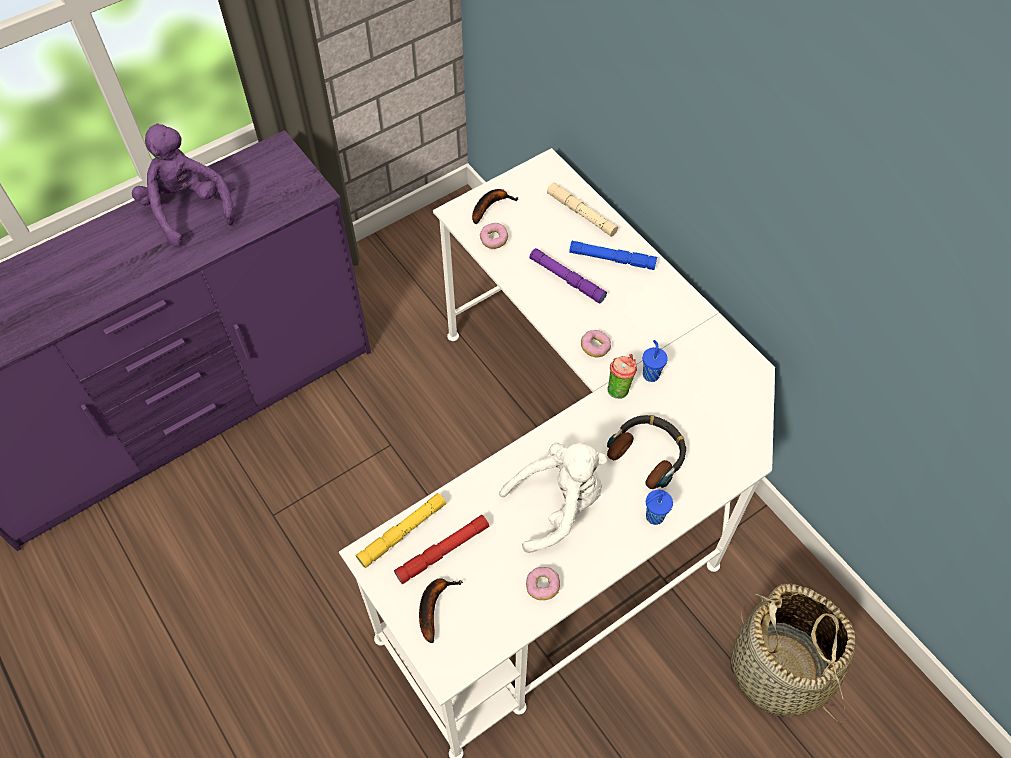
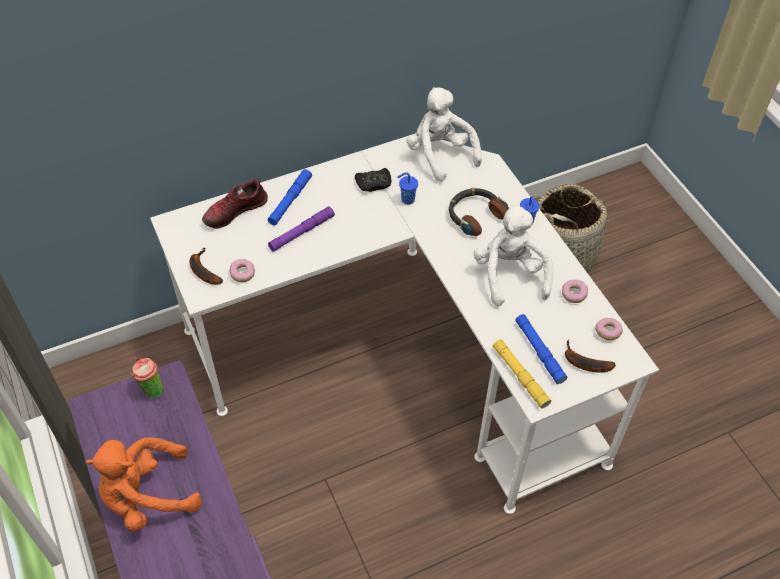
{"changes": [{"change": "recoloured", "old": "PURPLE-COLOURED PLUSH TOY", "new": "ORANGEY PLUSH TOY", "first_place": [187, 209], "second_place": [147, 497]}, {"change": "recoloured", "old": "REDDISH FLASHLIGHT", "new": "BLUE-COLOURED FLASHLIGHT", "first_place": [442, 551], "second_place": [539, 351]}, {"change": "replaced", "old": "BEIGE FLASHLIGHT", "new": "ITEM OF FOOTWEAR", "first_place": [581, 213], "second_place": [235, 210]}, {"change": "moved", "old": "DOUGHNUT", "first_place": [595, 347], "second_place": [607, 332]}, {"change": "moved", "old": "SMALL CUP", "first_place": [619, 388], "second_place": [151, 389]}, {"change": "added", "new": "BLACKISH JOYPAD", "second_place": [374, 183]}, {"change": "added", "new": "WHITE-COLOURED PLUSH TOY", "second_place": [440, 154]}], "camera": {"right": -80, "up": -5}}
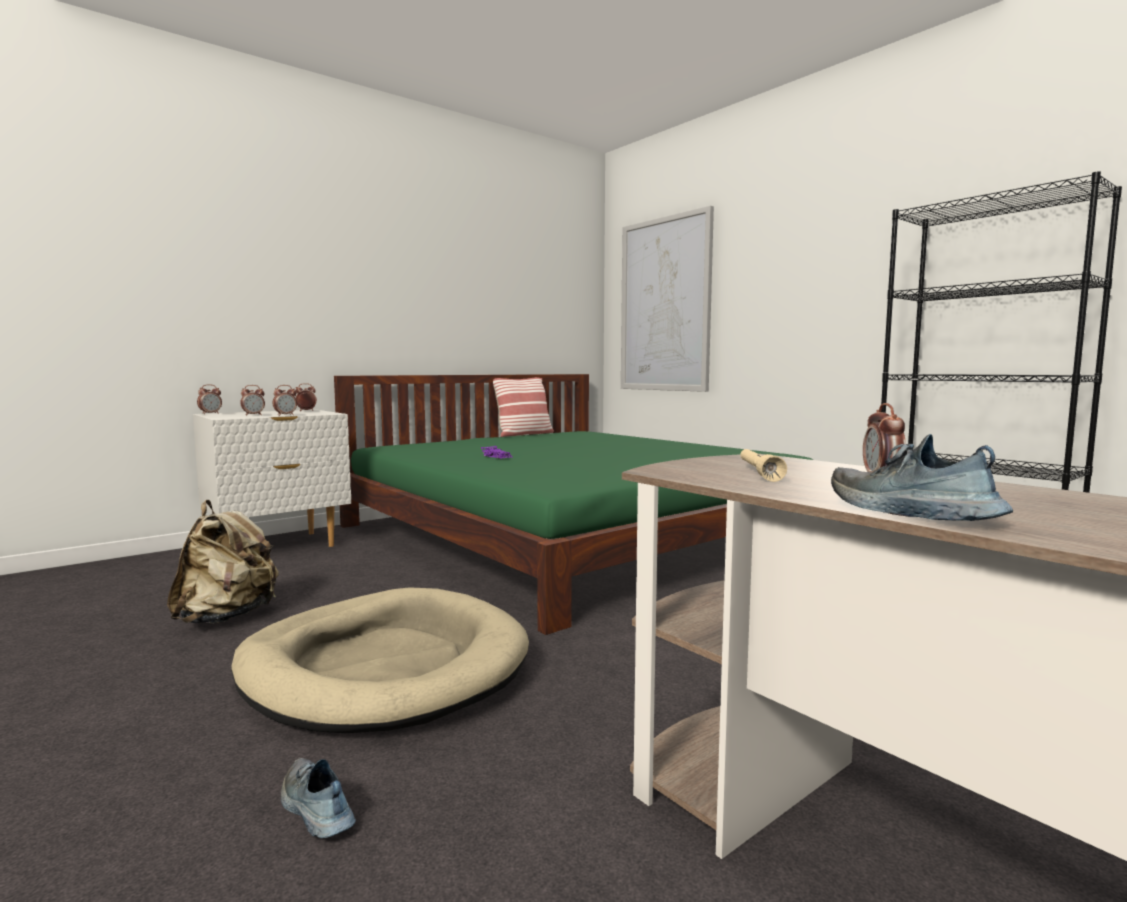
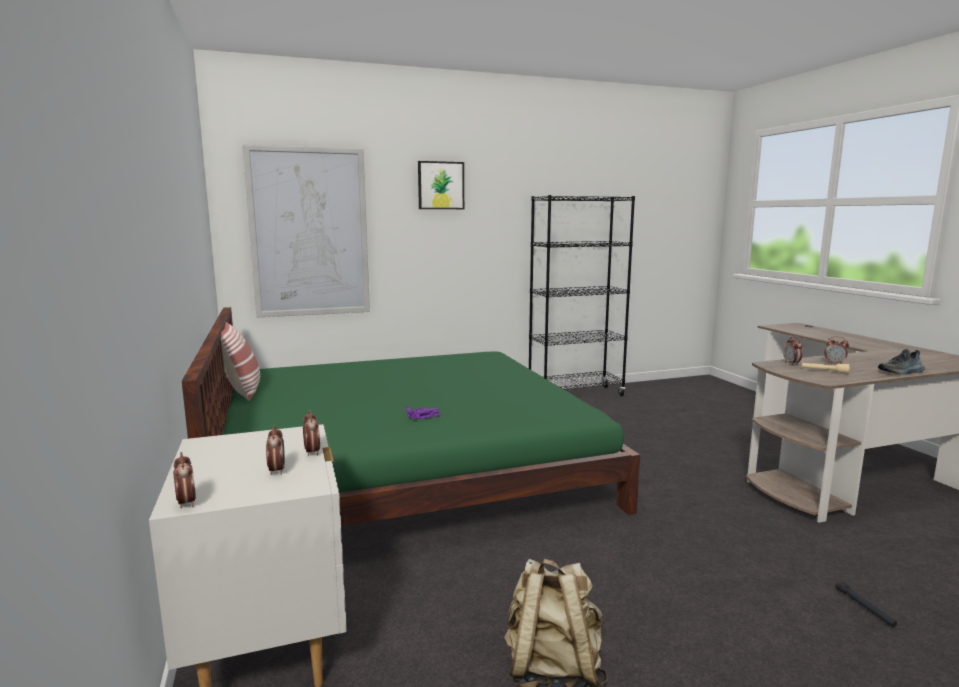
{"changes": [{"change": "removed", "old": "BEIGE DOG CUSHION", "first_place": [384, 667]}, {"change": "replaced", "old": "ITEM OF FOOTWEAR", "new": "BLACKISH FLASHLIGHT", "first_place": [315, 810], "second_place": [864, 608]}, {"change": "moved", "old": "BEDSIDE CLOCK", "first_place": [306, 411], "second_place": [791, 364]}, {"change": "added", "new": "WALL PICTURE", "second_place": [440, 185]}], "camera": {"right": -70, "up": 5}}
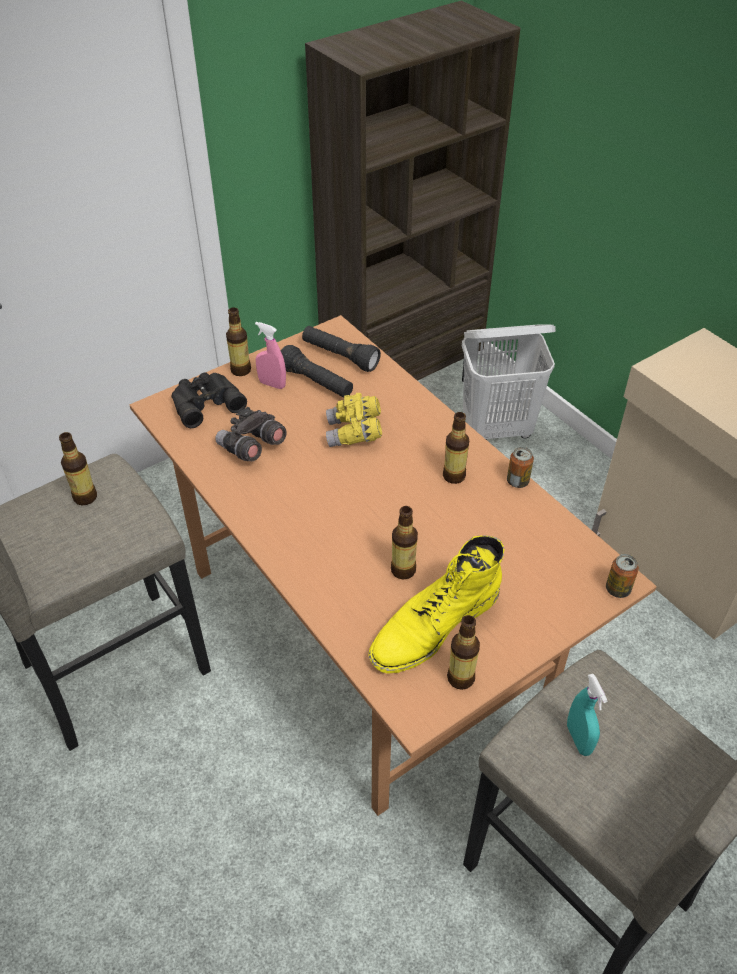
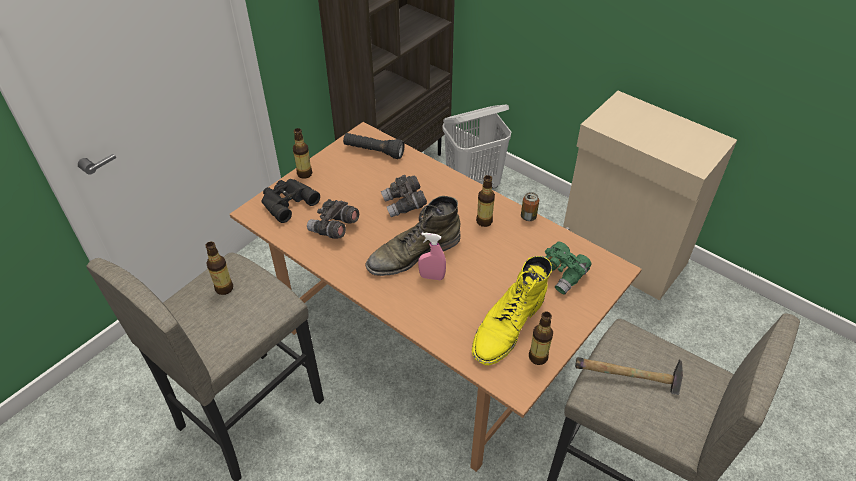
{"changes": [{"change": "moved", "old": "PINK HAND SPRAYER", "first_place": [272, 384], "second_place": [432, 277]}, {"change": "removed", "old": "BLACKISH FLASHLIGHT", "first_place": [316, 383]}, {"change": "recoloured", "old": "YELLOW BINOCULARS", "new": "GRAY BINOCULARS", "first_place": [354, 433], "second_place": [404, 204]}, {"change": "removed", "old": "BOTTLE", "first_place": [403, 570]}, {"change": "replaced", "old": "BLUE-GREEN HAND SPRAYER", "new": "TOOL HAMMER", "first_place": [578, 739], "second_place": [629, 379]}, {"change": "removed", "old": "CAN", "first_place": [617, 589]}, {"change": "added", "new": "GREENISH BOOT", "second_place": [413, 253]}, {"change": "added", "new": "GREENISH BINOCULARS", "second_place": [561, 275]}], "camera": {"right": -15, "up": 0}}
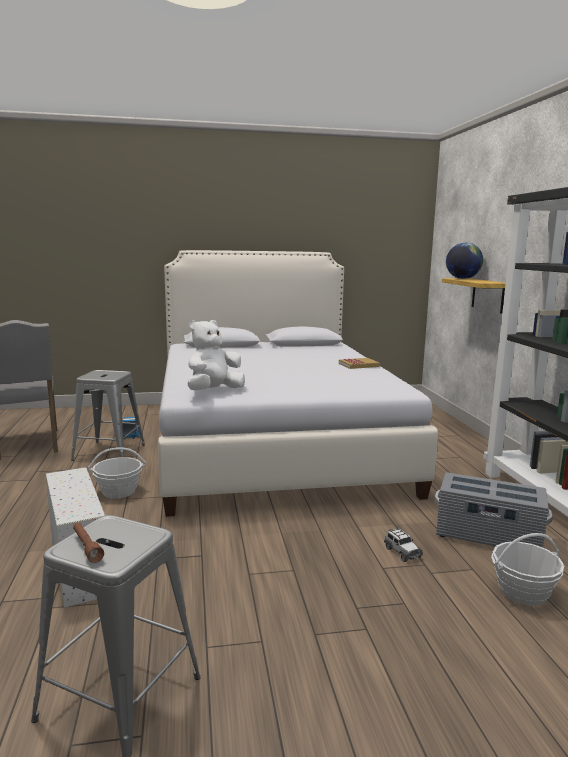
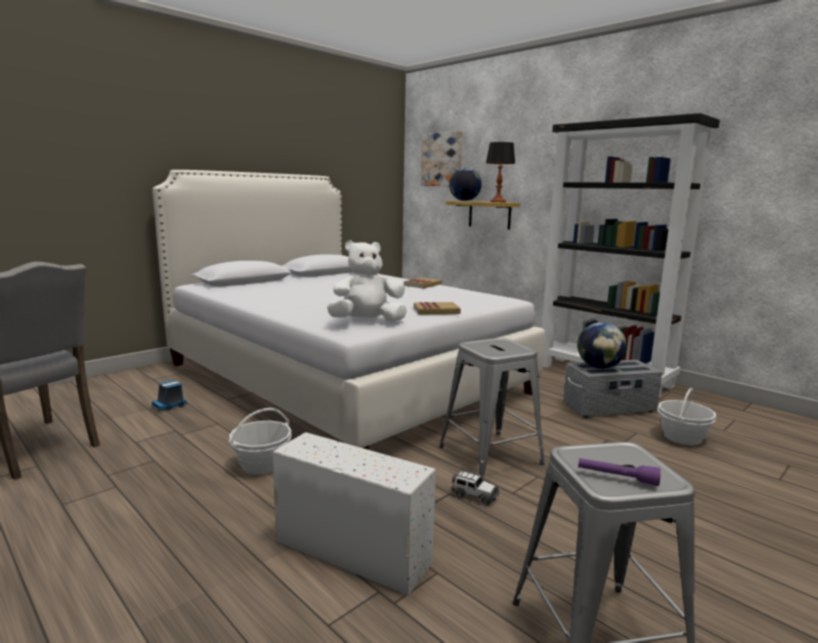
{"changes": [{"change": "moved", "old": "GRAY STOOL SEAT", "first_place": [109, 452], "second_place": [489, 455]}, {"change": "recoloured", "old": "BROWN-COLOURED FLASHLIGHT", "new": "PURPLE-COLOURED FLASHLIGHT", "first_place": [86, 547], "second_place": [616, 477]}, {"change": "turned", "old": "WHITE-COLOURED PLUSH TOY", "first_place": [214, 391], "second_place": [367, 322], "degrees": 60}, {"change": "moved", "old": "MINIATURE CAR", "first_place": [402, 552], "second_place": [474, 495]}, {"change": "added", "new": "VOLUME", "second_place": [436, 310]}, {"change": "added", "new": "WALL PICTURE", "second_place": [442, 159]}, {"change": "added", "new": "LAMP FOR A TABLE", "second_place": [498, 202]}, {"change": "added", "new": "WORLD GLOBE", "second_place": [599, 367]}], "camera": {"right": -35, "up": 0}}
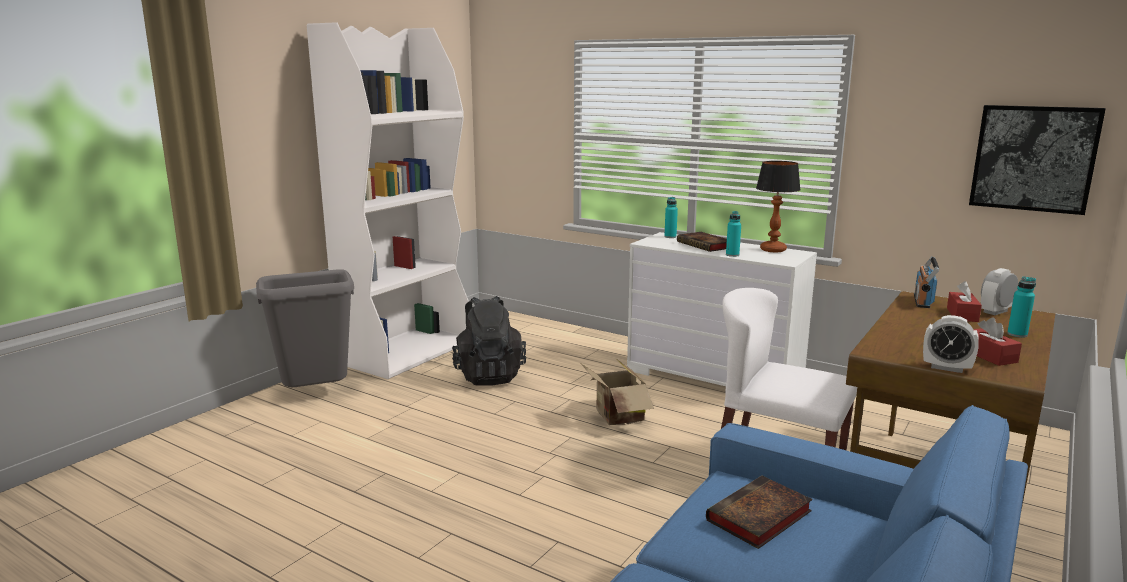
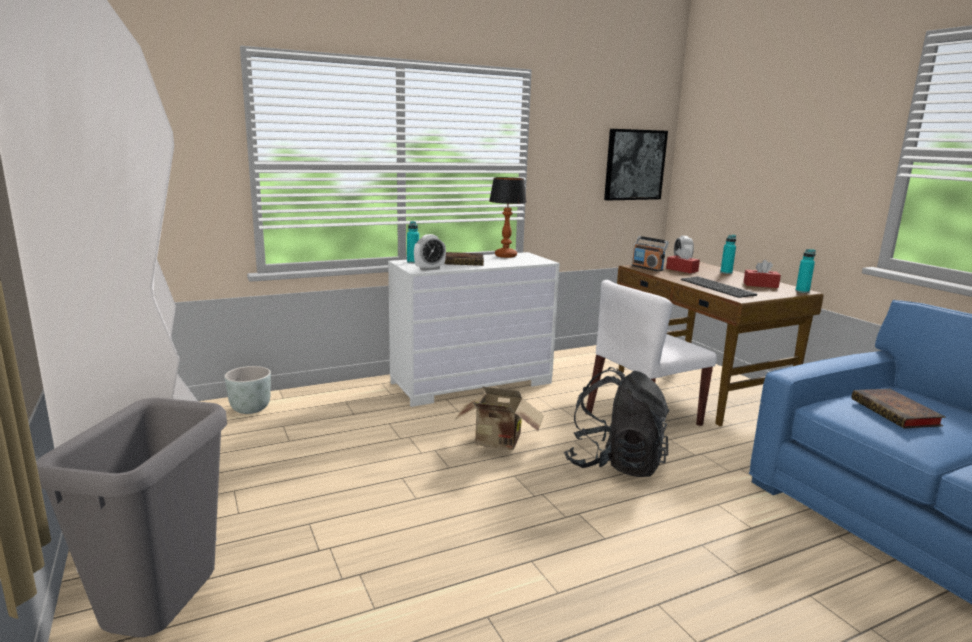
{"changes": [{"change": "moved", "old": "BLACKISH KNAPSACK", "first_place": [489, 375], "second_place": [615, 464]}, {"change": "moved", "old": "BLUE-GREEN BOTTLE", "first_place": [732, 255], "second_place": [802, 291]}, {"change": "moved", "old": "BEDSIDE CLOCK", "first_place": [946, 368], "second_place": [429, 269]}, {"change": "added", "new": "GRAY FLOWER POT", "second_place": [250, 409]}, {"change": "added", "new": "COMPUTER KEYBOARD", "second_place": [718, 287]}], "camera": {"right": -60, "up": 0}}
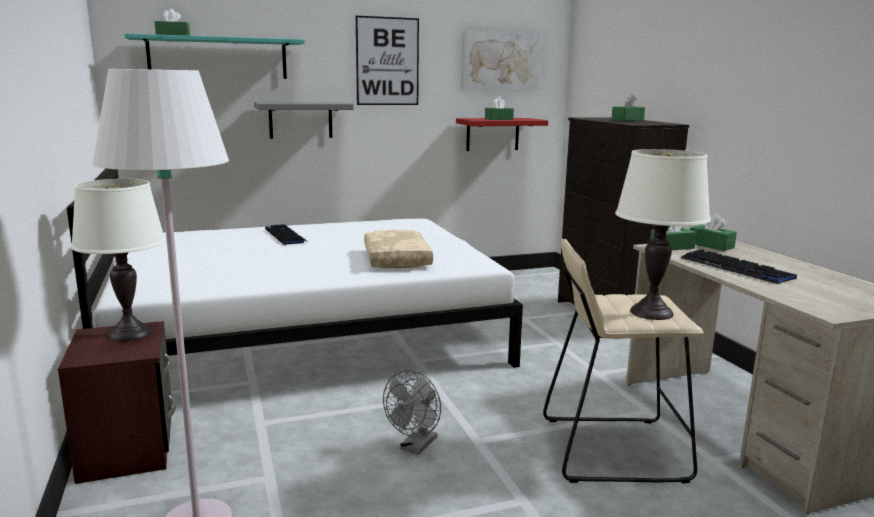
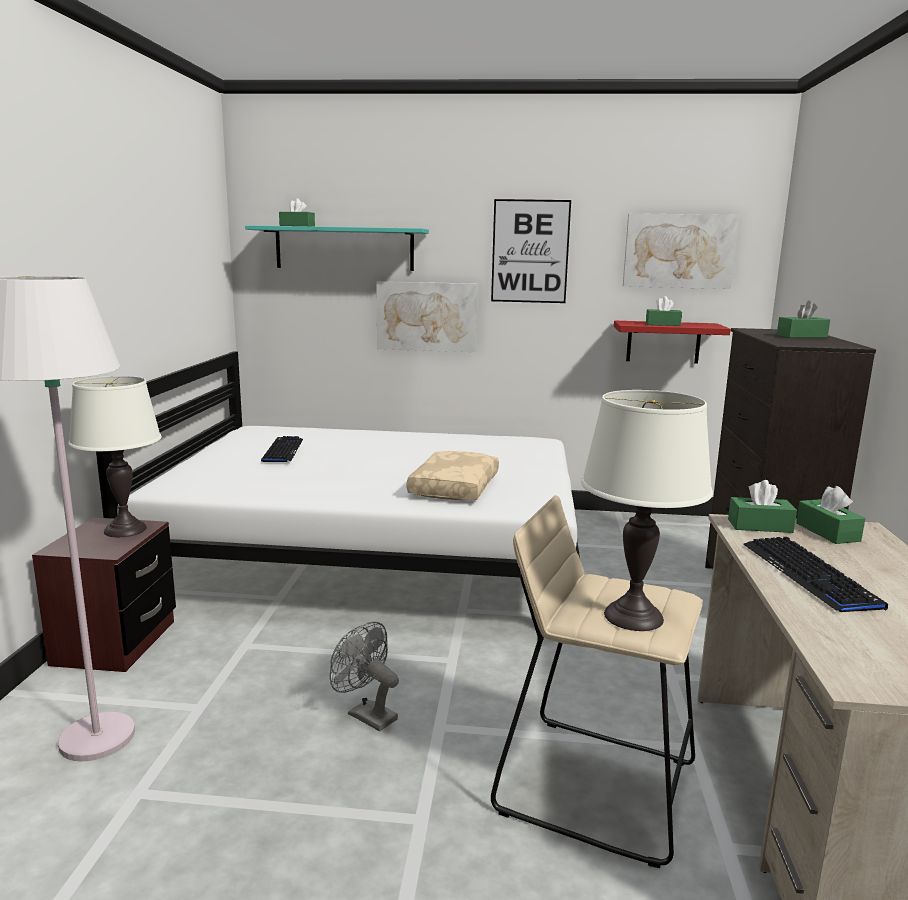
{"changes": [{"change": "replaced", "old": "GRAY SHELF", "new": "WALL PICTURE", "first_place": [300, 120], "second_place": [427, 316]}, {"change": "moved", "old": "COMPUTER KEYBOARD", "first_place": [285, 236], "second_place": [283, 450]}, {"change": "turned", "old": "GRAY COOLING FAN", "first_place": [415, 447], "second_place": [366, 714], "degrees": 75}], "camera": {"right": 25, "up": 0}}
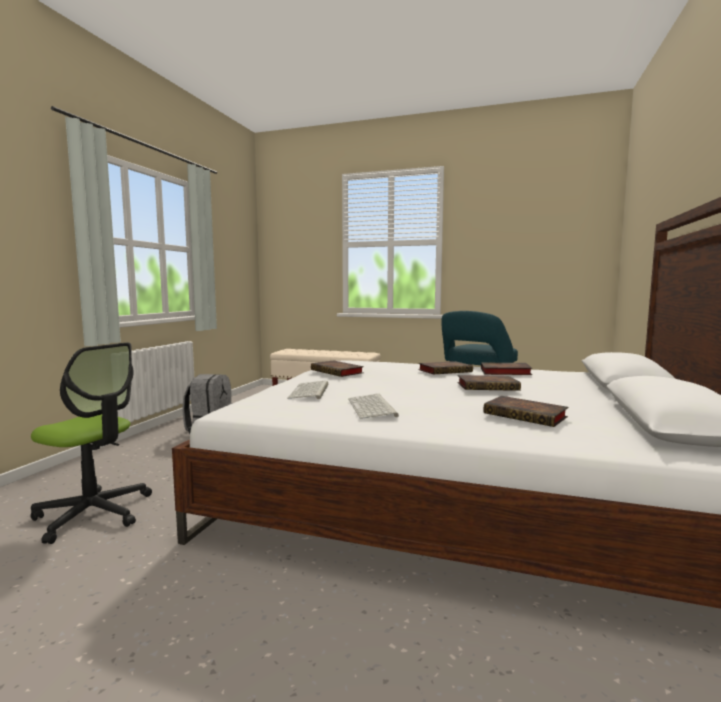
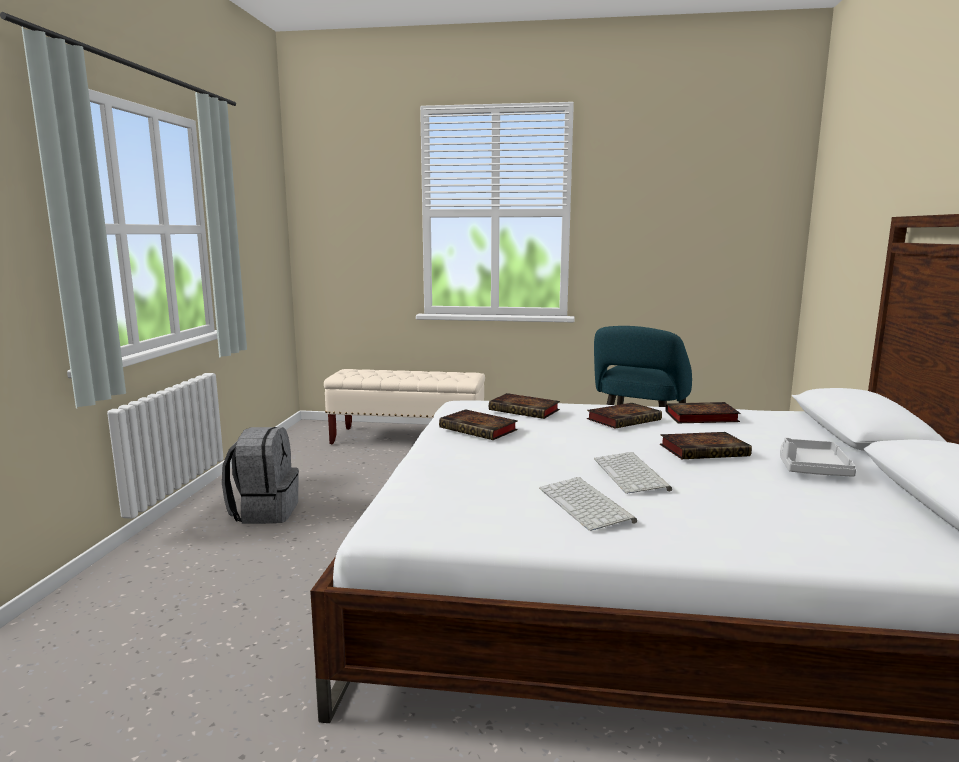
{"changes": [{"change": "removed", "old": "OFFICE CHAIR", "first_place": [94, 513]}, {"change": "moved", "old": "COMPUTER KEYBOARD", "first_place": [310, 391], "second_place": [632, 474]}, {"change": "moved", "old": "VOLUME", "first_place": [527, 416], "second_place": [526, 410]}, {"change": "added", "new": "GRAY CARRYING TRAY", "second_place": [811, 468]}], "camera": {"right": -10, "up": 5}}
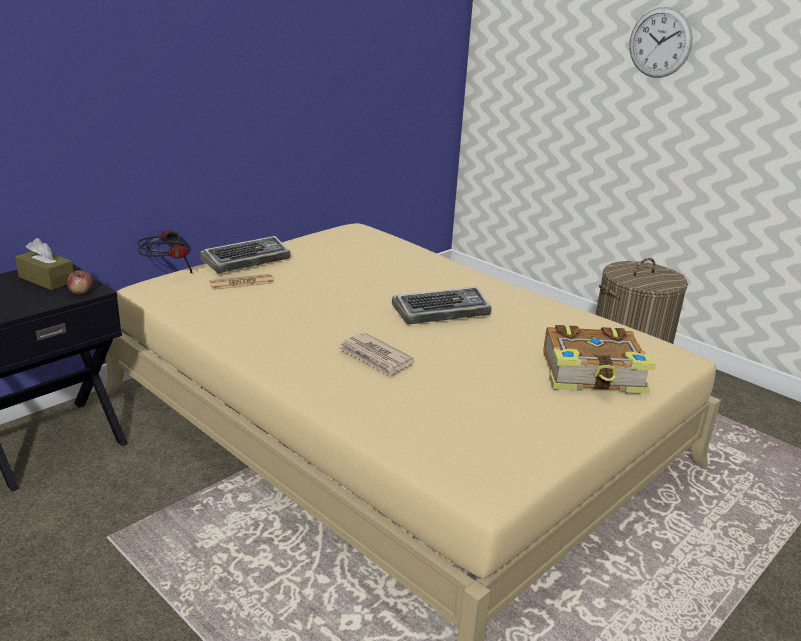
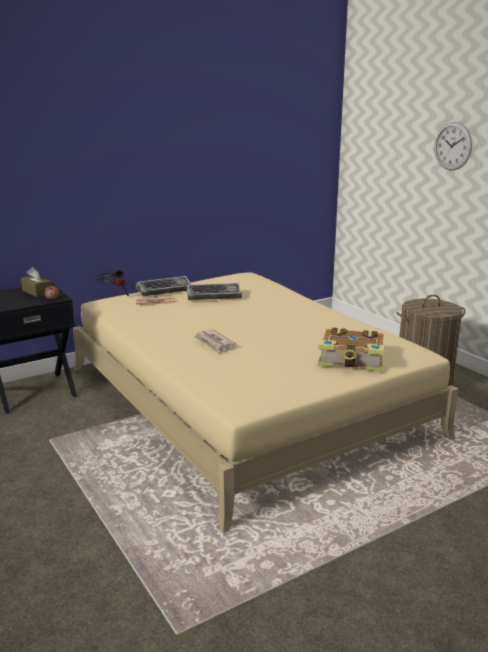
{"changes": [{"change": "moved", "old": "COMPUTER KEYBOARD", "first_place": [442, 311], "second_place": [214, 296]}], "camera": {"right": 15, "up": -5}}
